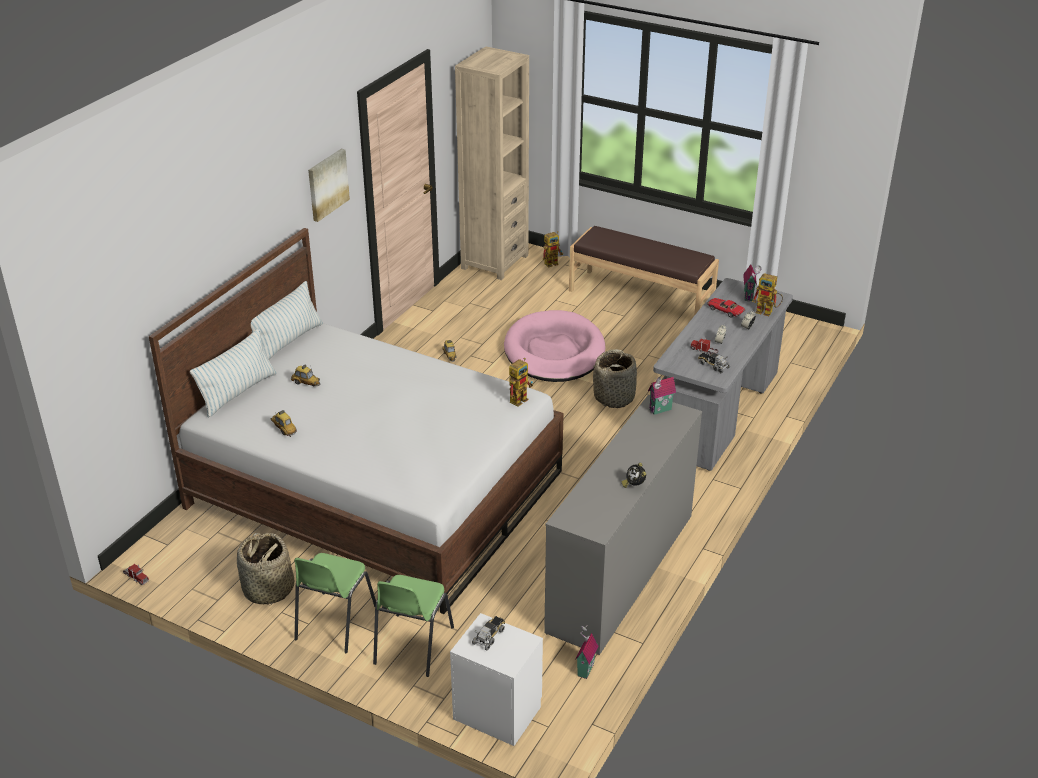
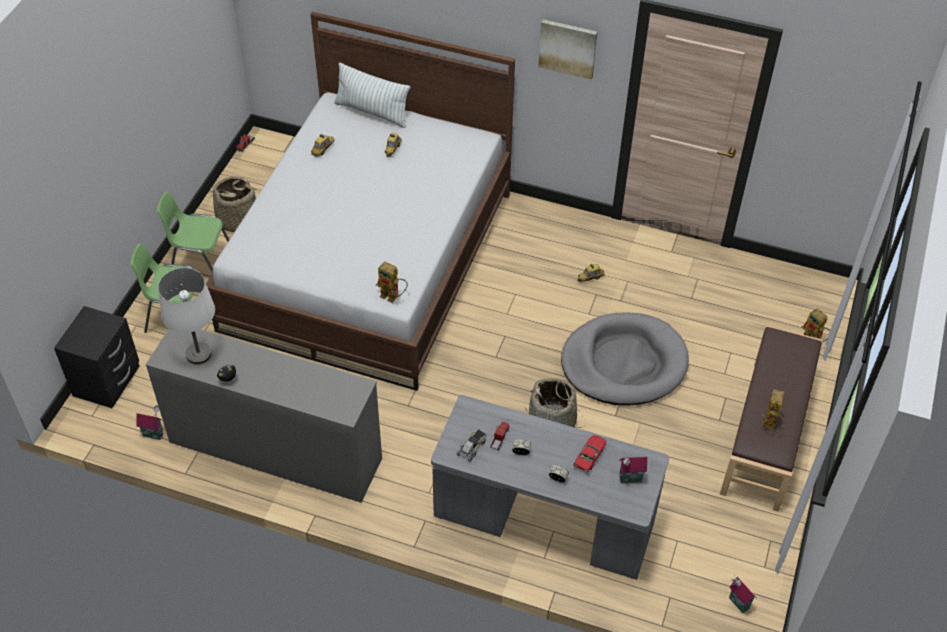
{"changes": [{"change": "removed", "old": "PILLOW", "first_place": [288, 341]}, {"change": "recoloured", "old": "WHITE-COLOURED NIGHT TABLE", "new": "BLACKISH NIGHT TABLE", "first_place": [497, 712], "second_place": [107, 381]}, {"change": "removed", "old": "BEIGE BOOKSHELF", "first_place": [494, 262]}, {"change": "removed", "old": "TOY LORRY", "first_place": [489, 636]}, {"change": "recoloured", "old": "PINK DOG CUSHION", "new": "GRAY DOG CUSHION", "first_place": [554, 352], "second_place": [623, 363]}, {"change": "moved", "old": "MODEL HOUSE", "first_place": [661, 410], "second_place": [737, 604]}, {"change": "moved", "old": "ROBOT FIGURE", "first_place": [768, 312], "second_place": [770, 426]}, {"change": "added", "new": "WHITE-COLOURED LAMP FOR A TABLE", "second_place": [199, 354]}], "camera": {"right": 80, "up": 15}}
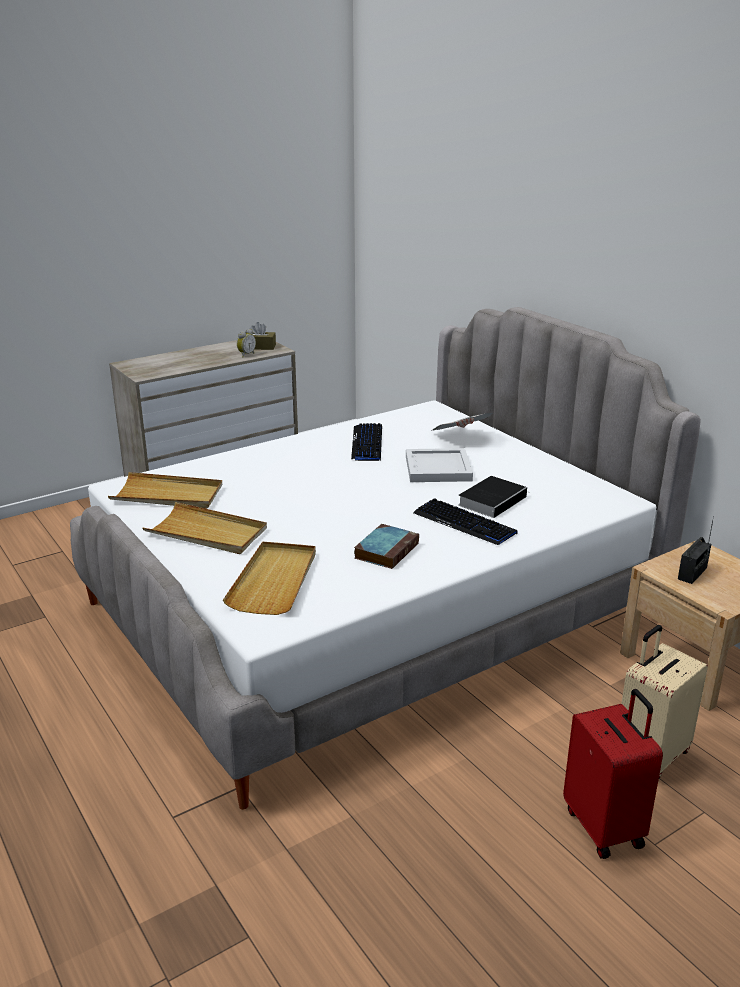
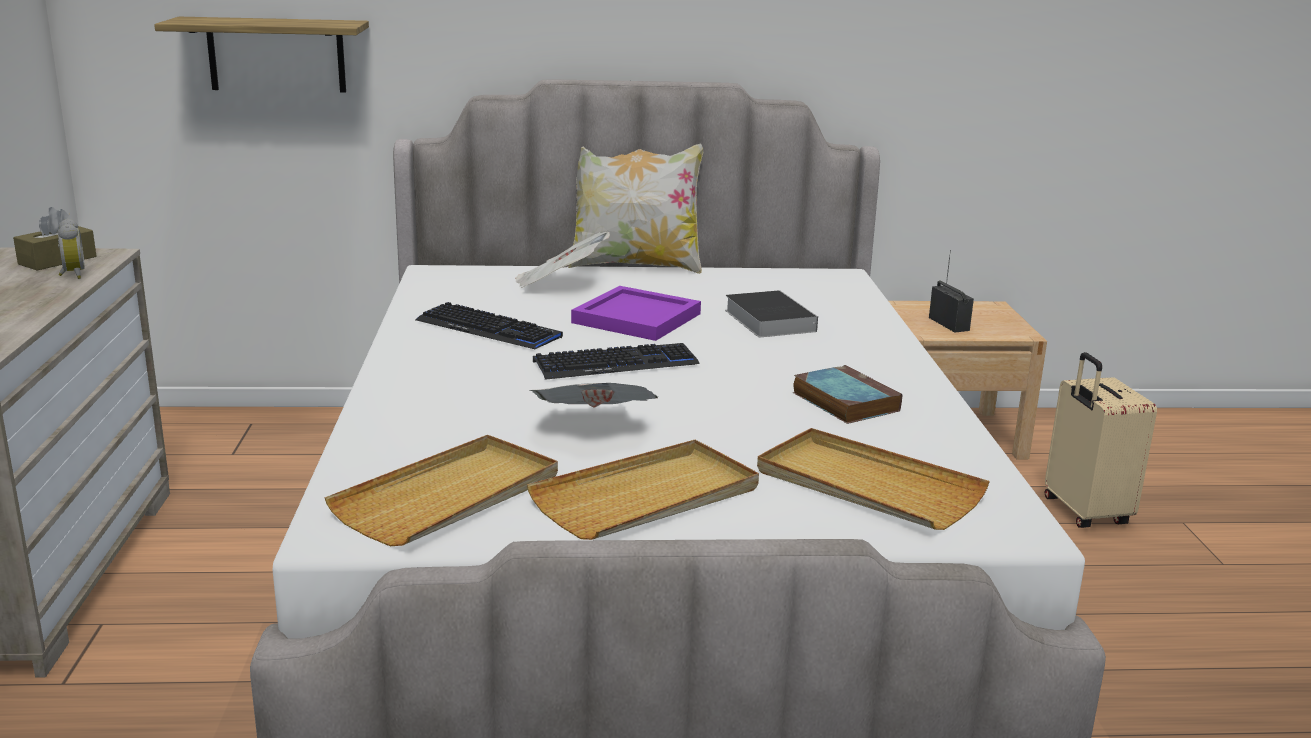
{"changes": [{"change": "recoloured", "old": "WHITE-COLOURED CARRYING TRAY", "new": "PURPLE-COLOURED CARRYING TRAY", "first_place": [437, 469], "second_place": [637, 319]}, {"change": "moved", "old": "COMPUTER KEYBOARD", "first_place": [464, 523], "second_place": [616, 364]}, {"change": "removed", "old": "REDDISH PIECE OF LUGGAGE", "first_place": [605, 827]}, {"change": "added", "new": "SHELF", "second_place": [276, 55]}, {"change": "added", "new": "PRINTED PAPER", "second_place": [594, 427]}, {"change": "added", "new": "PILLOW", "second_place": [635, 265]}], "camera": {"right": -60, "up": -5}}
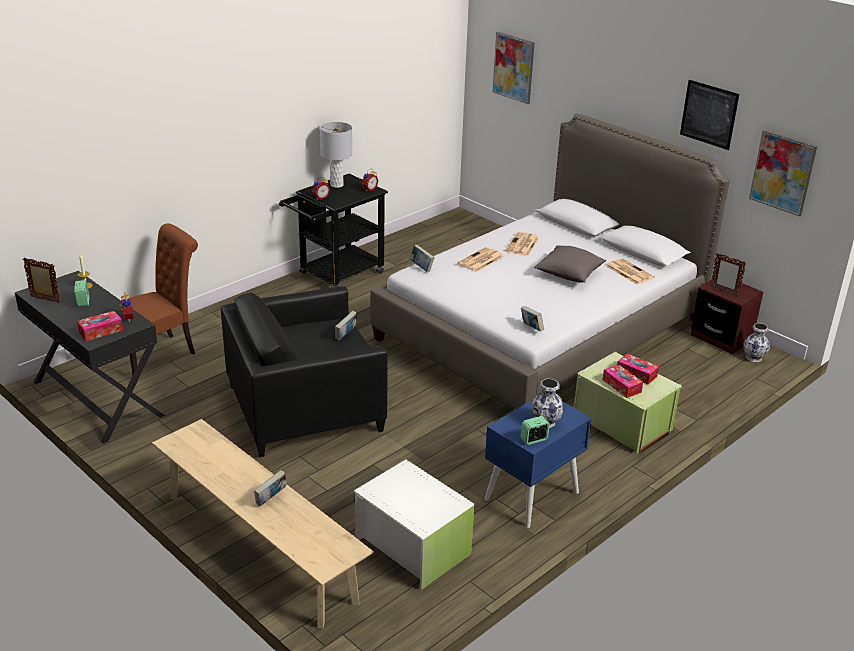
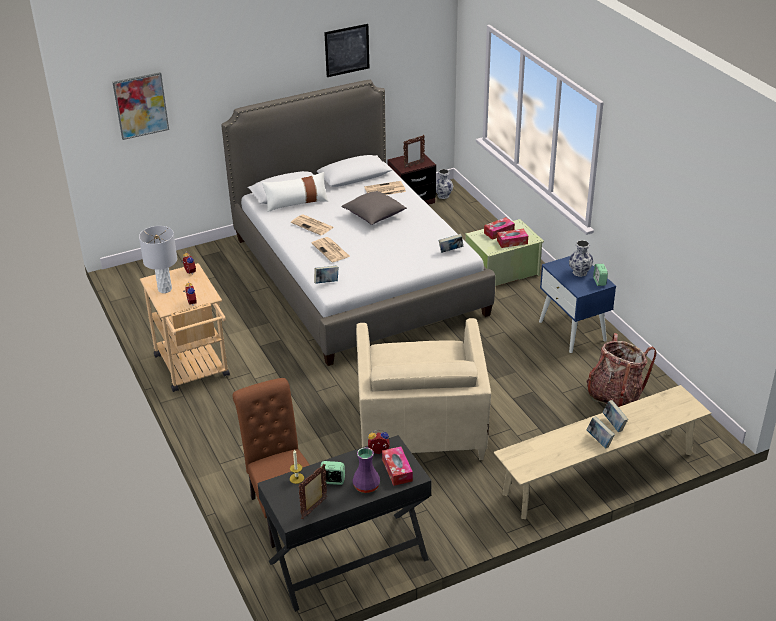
{"changes": [{"change": "recoloured", "old": "BLACKISH ARMCHAIR", "new": "BEIGE ARMCHAIR", "first_place": [305, 408], "second_place": [420, 423]}, {"change": "recoloured", "old": "BLACKISH CART", "new": "BEIGE CART", "first_place": [336, 275], "second_place": [194, 370]}, {"change": "moved", "old": "VOLUME", "first_place": [346, 335], "second_place": [599, 441]}, {"change": "replaced", "old": "WHITE-COLOURED STORAGE BIN", "new": "KNAPSACK", "first_place": [413, 546], "second_place": [614, 396]}, {"change": "removed", "old": "WALL PICTURE", "first_place": [782, 172]}, {"change": "added", "new": "WHITE-COLOURED PILLOW", "second_place": [296, 203]}, {"change": "added", "new": "PURPLE-COLOURED DECORATIVE VASE", "second_place": [366, 485]}], "camera": {"right": -70, "up": 5}}
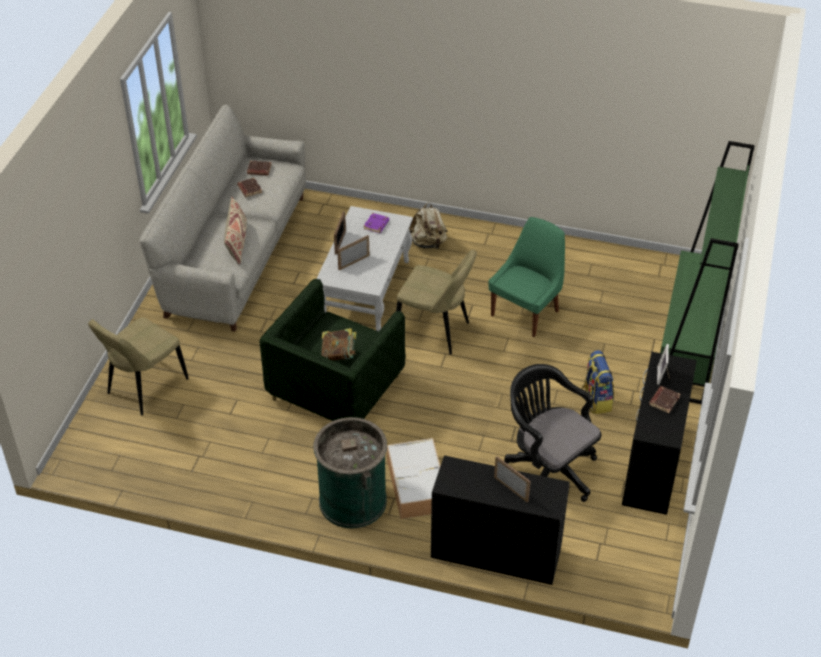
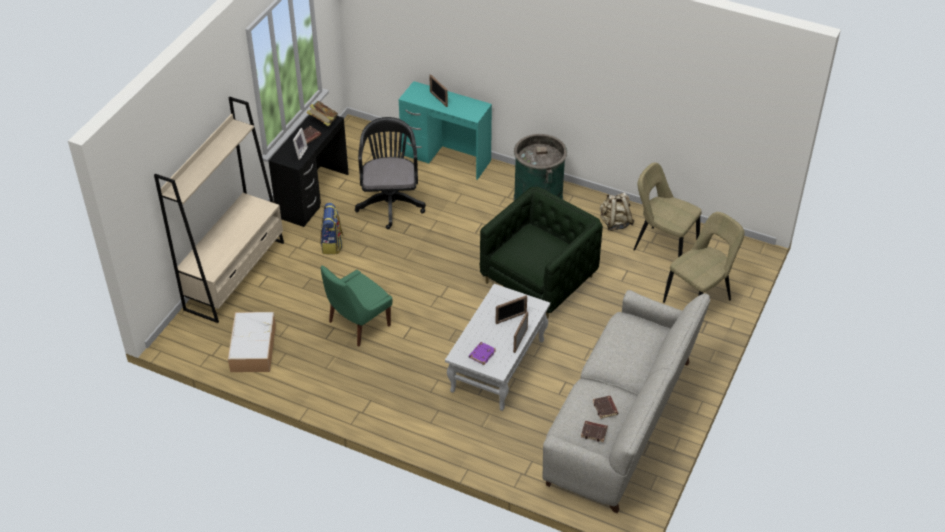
{"changes": [{"change": "removed", "old": "BEIGE PILLOW", "first_place": [237, 242]}, {"change": "moved", "old": "VOLUME", "first_place": [339, 355], "second_place": [323, 122]}, {"change": "moved", "old": "STORAGE BIN", "first_place": [417, 486], "second_place": [253, 347]}, {"change": "moved", "old": "BEIGE CHAIR", "first_place": [435, 331], "second_place": [662, 247]}, {"change": "moved", "old": "BEIGE KNAPSACK", "first_place": [428, 243], "second_place": [615, 223]}, {"change": "recoloured", "old": "BLACKISH DESK TABLE", "new": "BLUE-GREEN DESK TABLE", "first_place": [495, 552], "second_place": [446, 158]}, {"change": "turned", "old": "BLACKISH OFFICE CHAIR", "first_place": [547, 469], "second_place": [390, 202], "degrees": -150}, {"change": "recoloured", "old": "GREENISH BOOKSHELF", "new": "BEIGE BOOKSHELF", "first_place": [688, 348], "second_place": [235, 275]}], "camera": {"right": -170, "up": 0}}
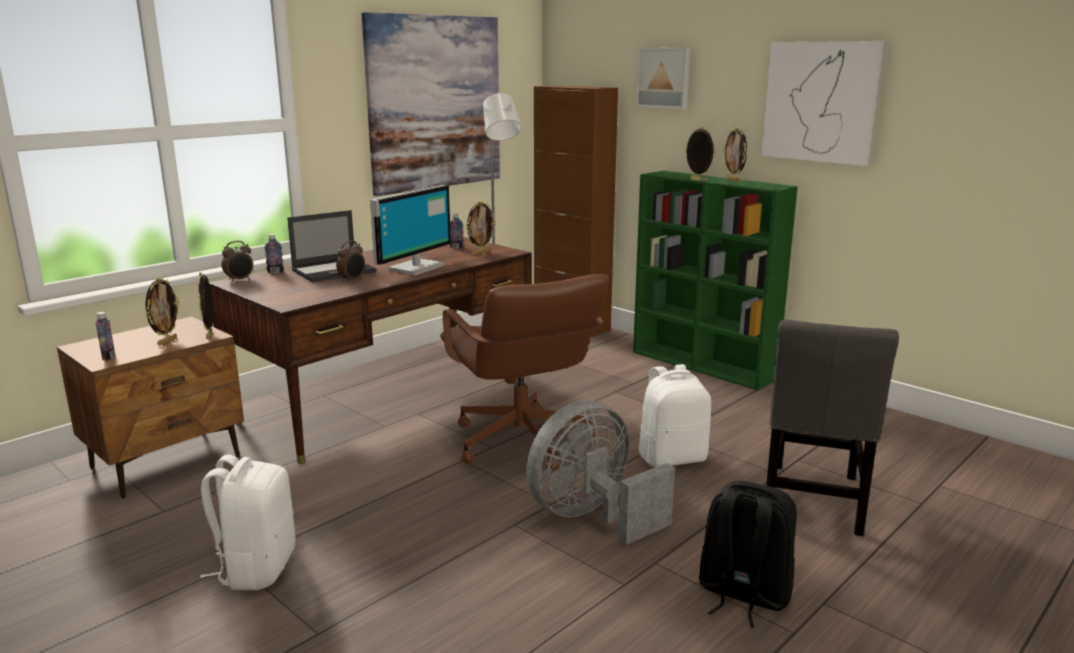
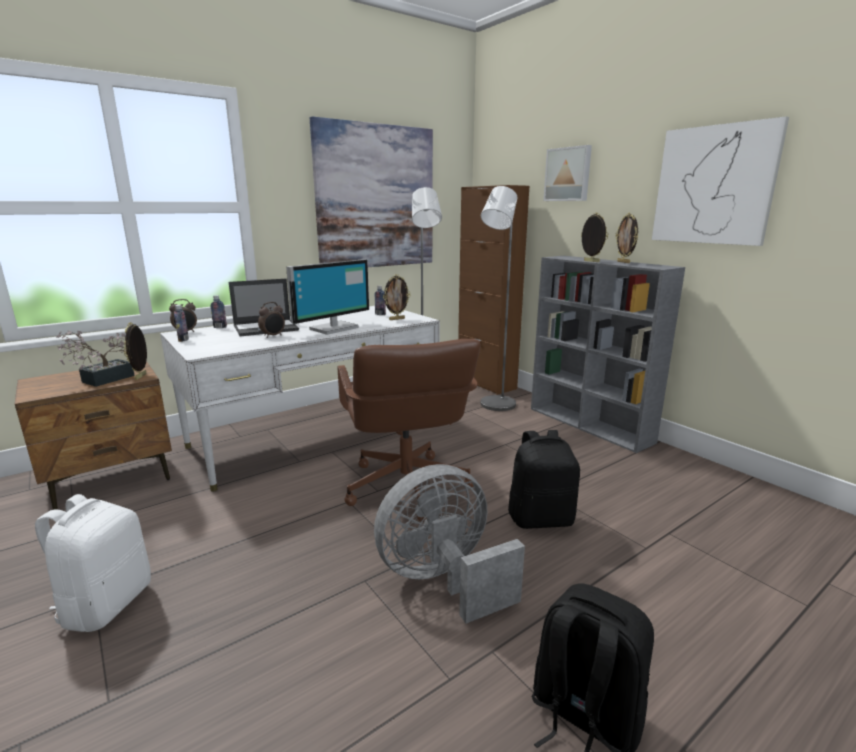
{"changes": [{"change": "moved", "old": "BOTTLE", "first_place": [108, 357], "second_place": [183, 340]}, {"change": "replaced", "old": "PHOTO FRAME", "new": "POTTED PLANT", "first_place": [166, 341], "second_place": [102, 380]}, {"change": "recoloured", "old": "BROWN-COLOURED DESK TABLE", "new": "WHITE-COLOURED DESK TABLE", "first_place": [389, 397], "second_place": [316, 435]}, {"change": "recoloured", "old": "GREENISH BOOKSHELF", "new": "GRAY BOOKSHELF", "first_place": [704, 365], "second_place": [590, 425]}, {"change": "recoloured", "old": "WHITE-COLOURED KNAPSACK", "new": "BLACKISH KNAPSACK", "first_place": [672, 458], "second_place": [541, 518]}, {"change": "removed", "old": "GRAY CHAIR", "first_place": [813, 502]}, {"change": "added", "new": "GRAY STANDING LAMP", "second_place": [495, 406]}], "camera": {"right": 10, "up": 0}}
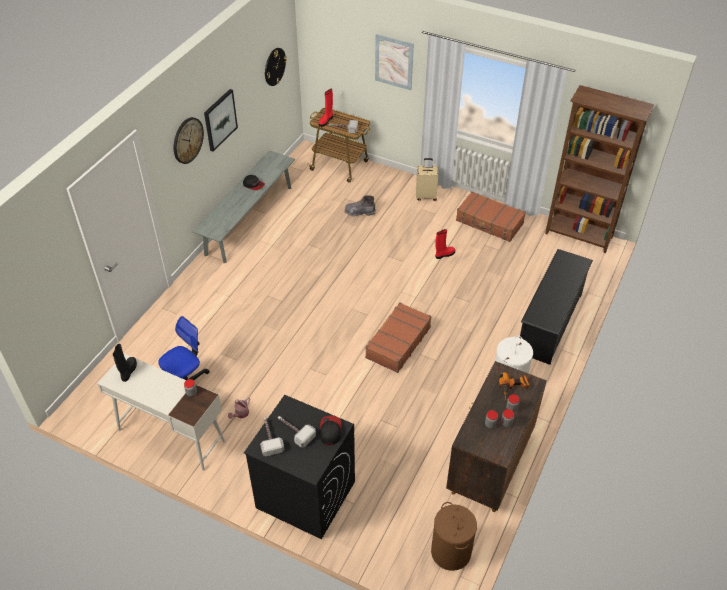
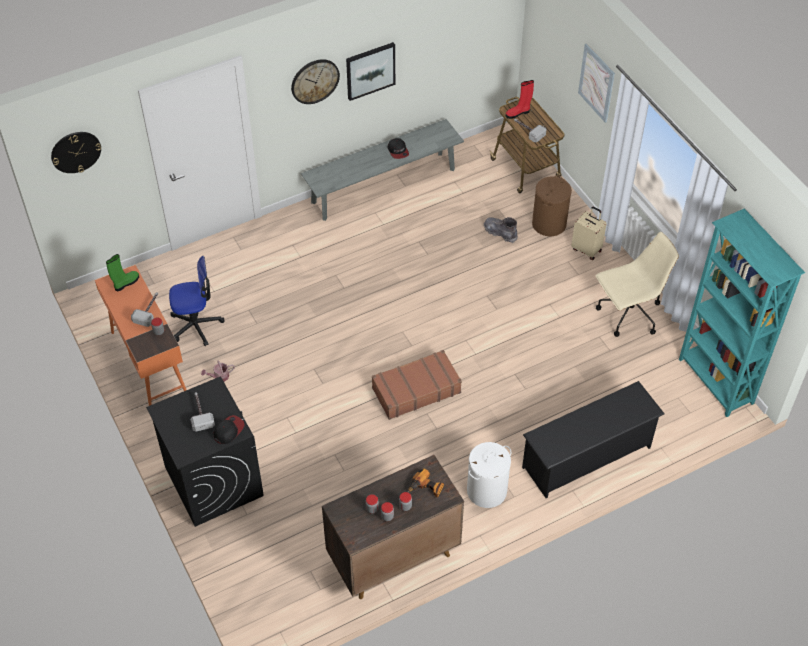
{"changes": [{"change": "recoloured", "old": "WHITE-COLOURED DESK TABLE", "new": "ORANGEY DESK TABLE", "first_place": [170, 435], "second_place": [148, 362]}, {"change": "recoloured", "old": "BLACKISH BOOT", "new": "GREENISH BOOT", "first_place": [128, 371], "second_place": [126, 283]}, {"change": "moved", "old": "TOOL HAMMER", "first_place": [269, 437], "second_place": [149, 311]}, {"change": "moved", "old": "HANGING CLOCK", "first_place": [274, 66], "second_place": [76, 152]}, {"change": "moved", "old": "BROWN-COLOURED HAMPER", "first_place": [450, 551], "second_place": [549, 224]}, {"change": "removed", "old": "REDDISH BOOT", "first_place": [444, 254]}, {"change": "replaced", "old": "BROWN-COLOURED PIECE OF LUGGAGE", "new": "BEIGE OFFICE CHAIR", "first_place": [489, 222], "second_place": [628, 314]}, {"change": "recoloured", "old": "BROWN-COLOURED BOOKSHELF", "new": "BLUE-GREEN BOOKSHELF", "first_place": [579, 236], "second_place": [715, 382]}], "camera": {"right": 35, "up": 5}}
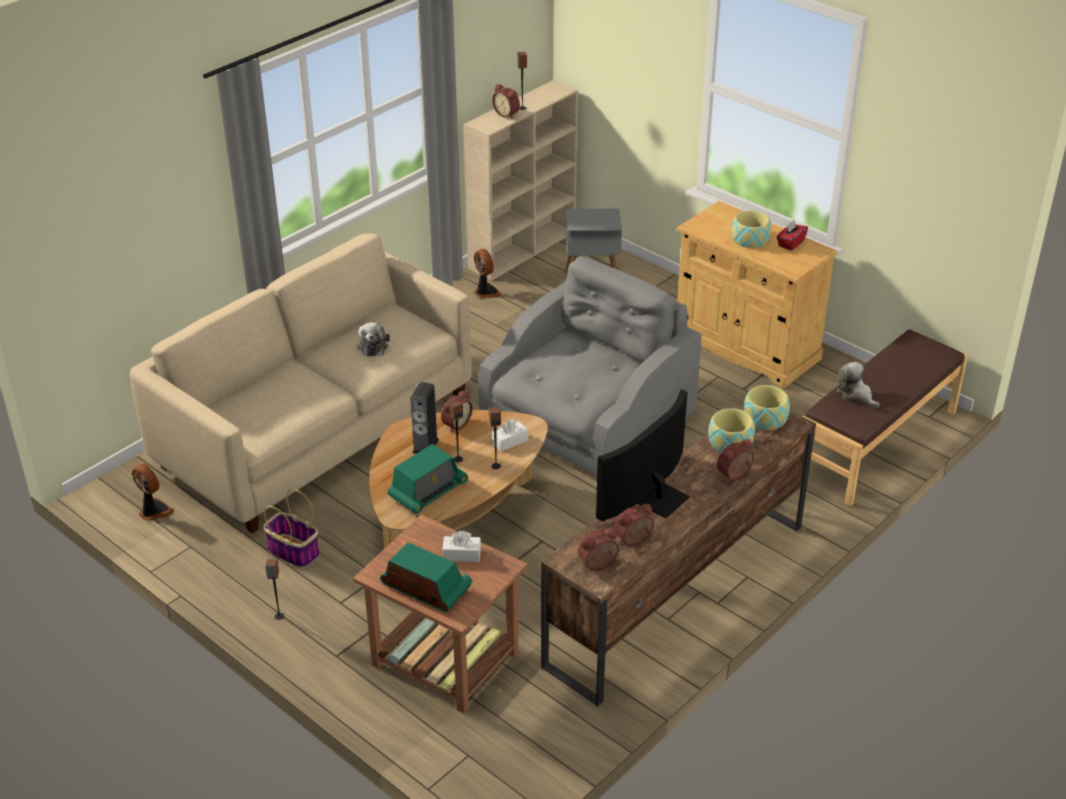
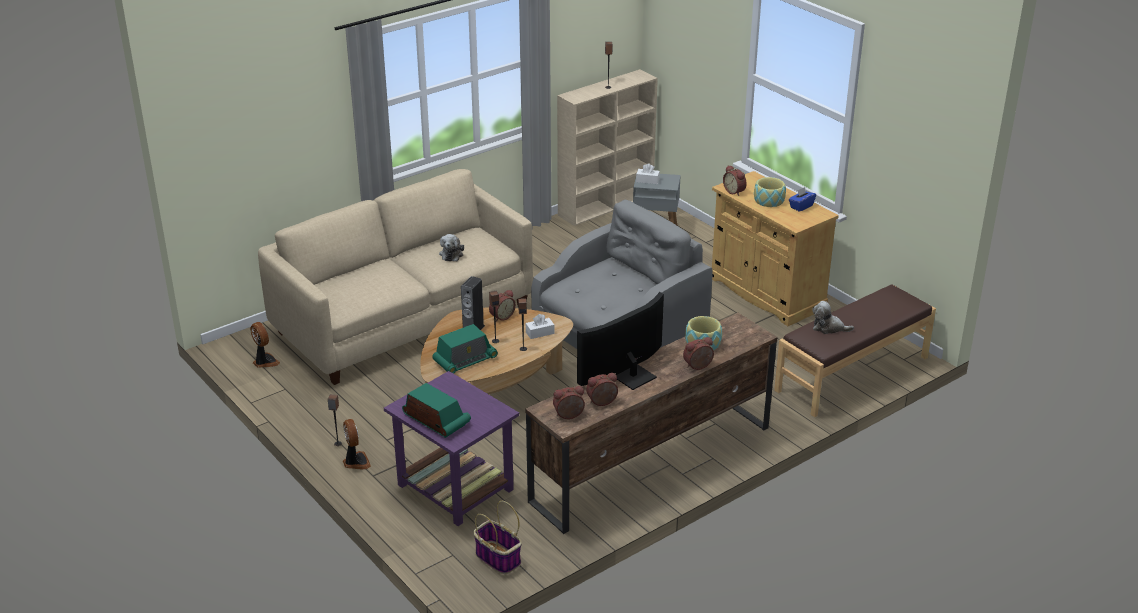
{"changes": [{"change": "moved", "old": "BASKET", "first_place": [292, 552], "second_place": [497, 558]}, {"change": "recoloured", "old": "BROWN-COLOURED END TABLE", "new": "PURPLE-COLOURED END TABLE", "first_place": [443, 658], "second_place": [454, 486]}, {"change": "moved", "old": "WHITE-COLOURED TISSUE BOX", "first_place": [461, 554], "second_place": [647, 180]}, {"change": "moved", "old": "COOLING FAN", "first_place": [486, 292], "second_place": [355, 462]}, {"change": "moved", "old": "BEDSIDE CLOCK", "first_place": [507, 114], "second_place": [735, 191]}, {"change": "removed", "old": "BOWL", "first_place": [765, 418]}, {"change": "recoloured", "old": "REDDISH TISSUE BOX", "new": "BLUE-COLOURED TISSUE BOX", "first_place": [790, 243], "second_place": [801, 206]}, {"change": "turned", "old": "PLUSH TOY", "first_place": [856, 396], "second_place": [829, 328], "degrees": -45}], "camera": {"right": 10, "up": -5}}
